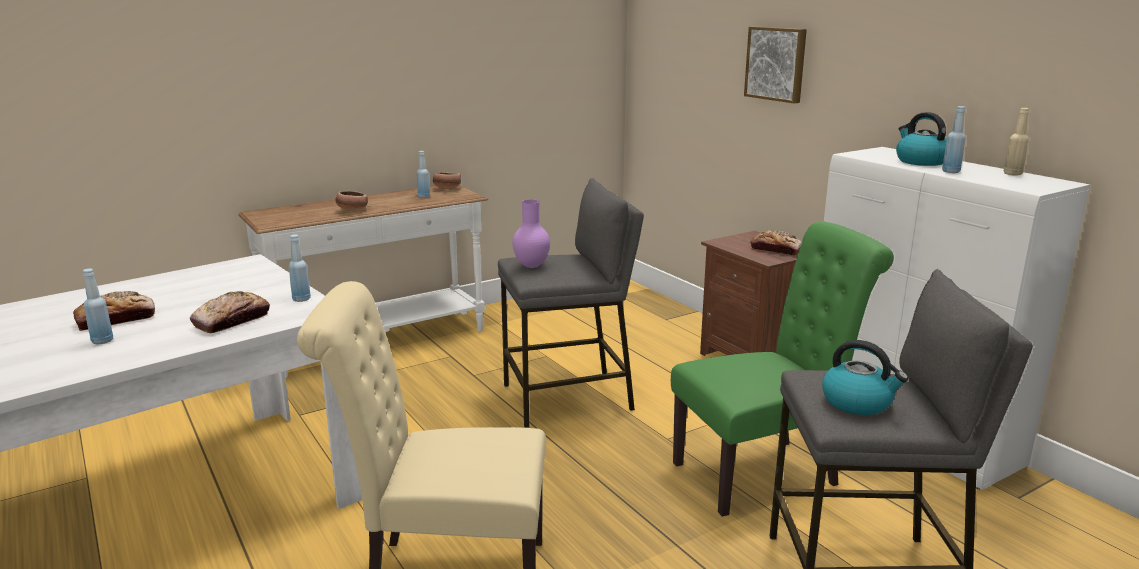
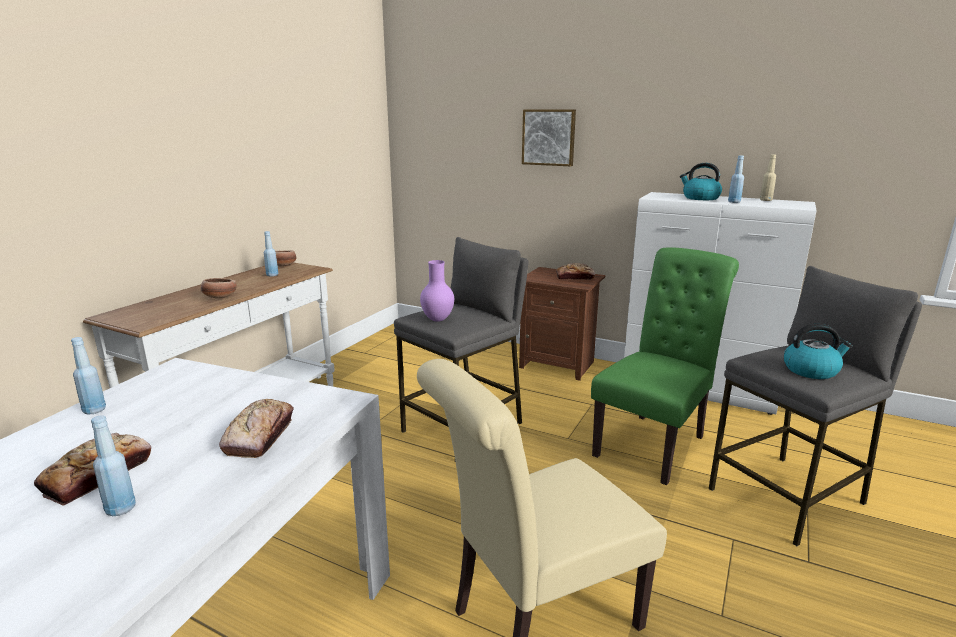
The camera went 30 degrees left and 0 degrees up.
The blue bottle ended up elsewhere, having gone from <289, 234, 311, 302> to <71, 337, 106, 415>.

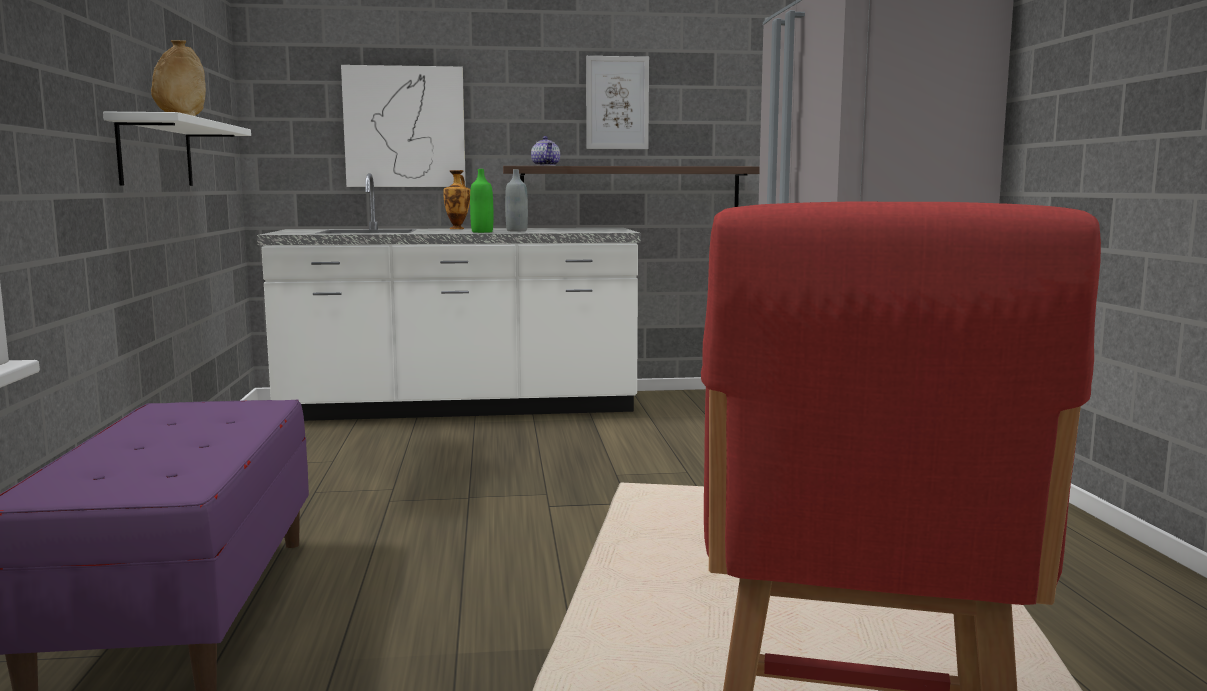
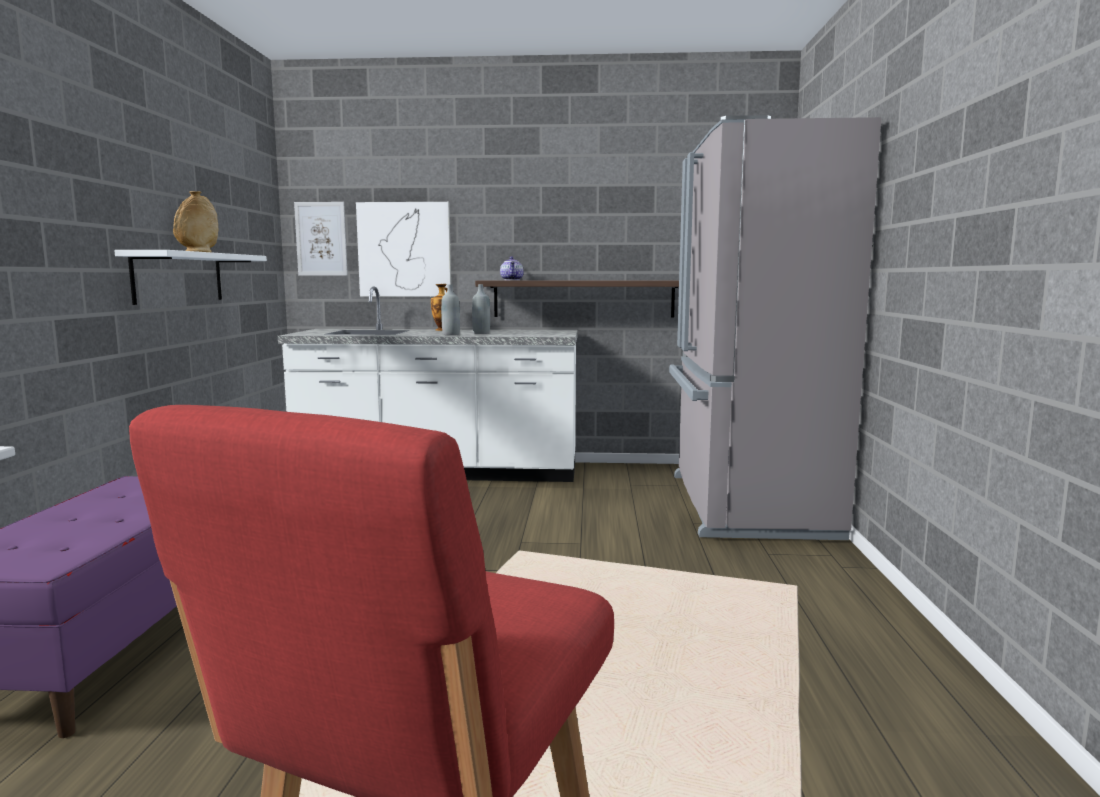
The camera went 10 degrees right and 0 degrees up.
The picture ended up elsewhere, having gone from <586, 56, 649, 149> to <294, 202, 348, 276>.
What was the green bottle at <470, 169, 493, 233> turned into the grey bottle at <441, 284, 460, 335>.

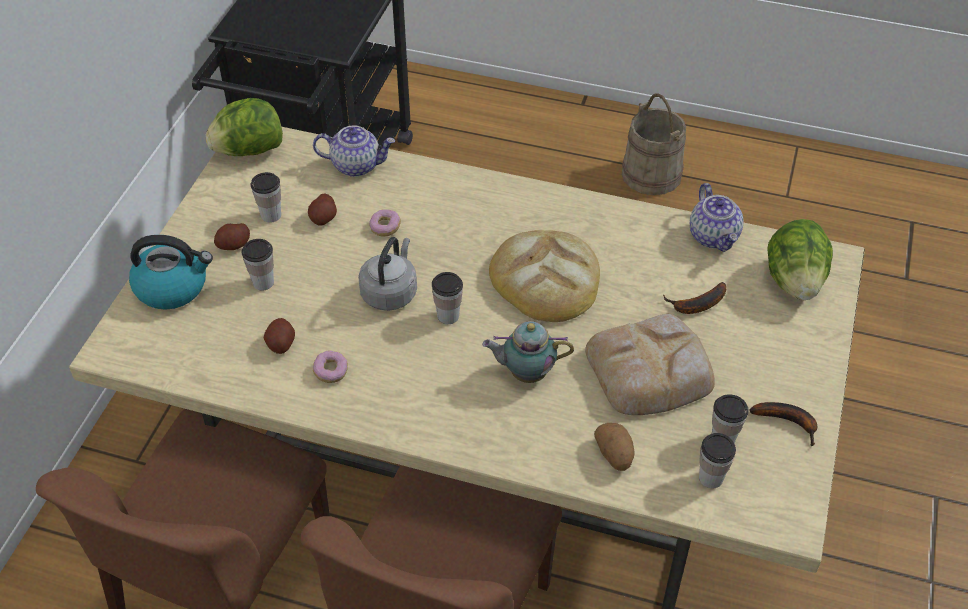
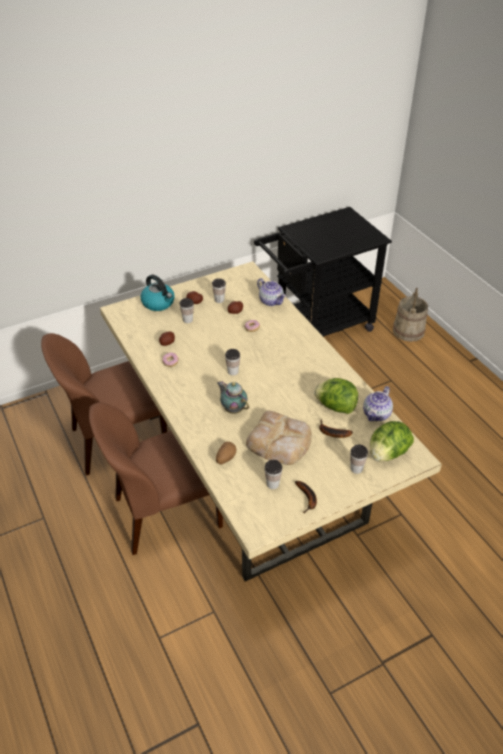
The camera went 45 degrees right and 5 degrees down.
The second view lost the grey kettle at <358, 237, 417, 311>.
The second view lost the bread at <489, 230, 600, 322>.
The lettuce ended up elsewhere, having gone from <206, 98, 283, 156> to <314, 378, 358, 414>.
The beige bucket ended up elsewhere, having gone from <622, 94, 686, 195> to <393, 288, 428, 342>.
The cup ended up elsewhere, having gone from <699, 433, 736, 488> to <350, 444, 368, 474>.

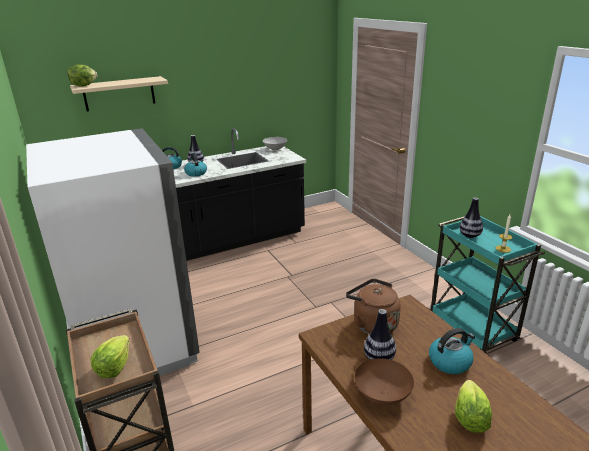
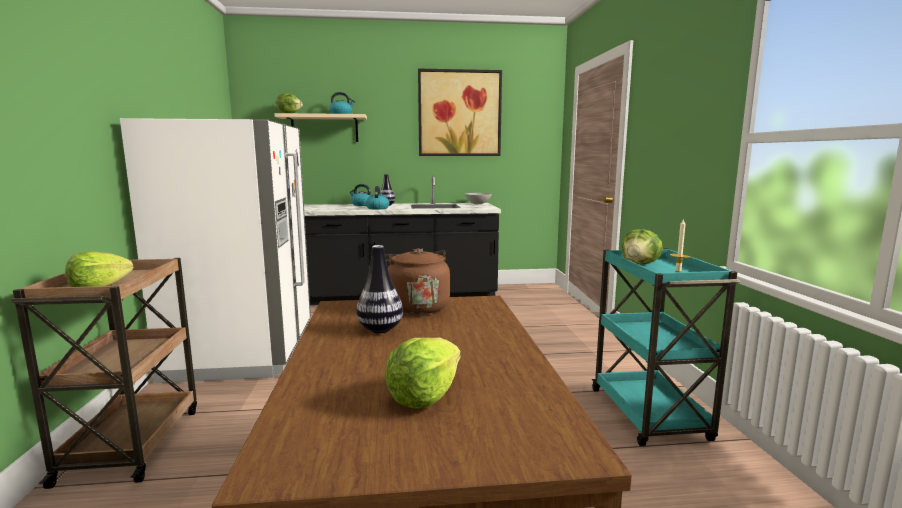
The camera went 20 degrees right and 15 degrees down.
The second view lost the brown bowl at <355, 358, 414, 405>.
The second view gained the picture at <418, 69, 502, 156>.
The kettle ended up elsewhere, having gone from <429, 328, 475, 374> to <329, 92, 355, 114>.
Where the vase stood at <460, 197, 483, 238>, the lettuce came to stand at <622, 229, 663, 264>.

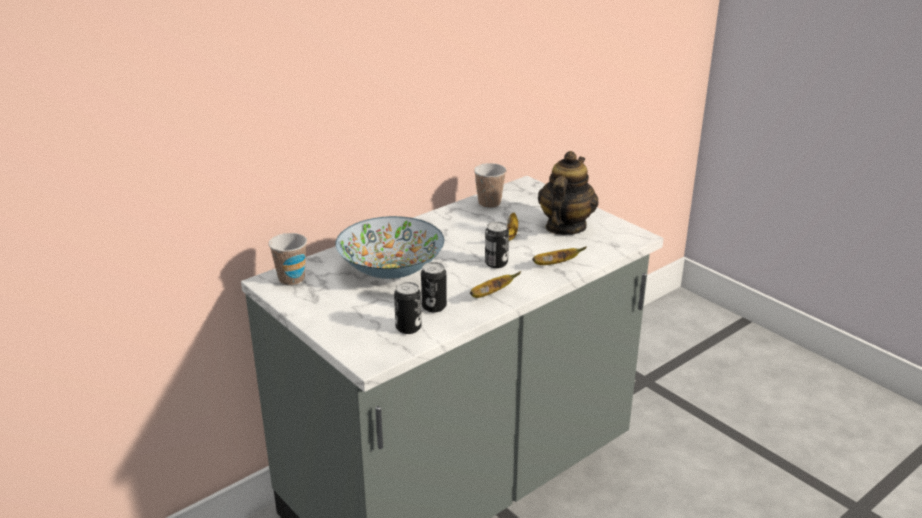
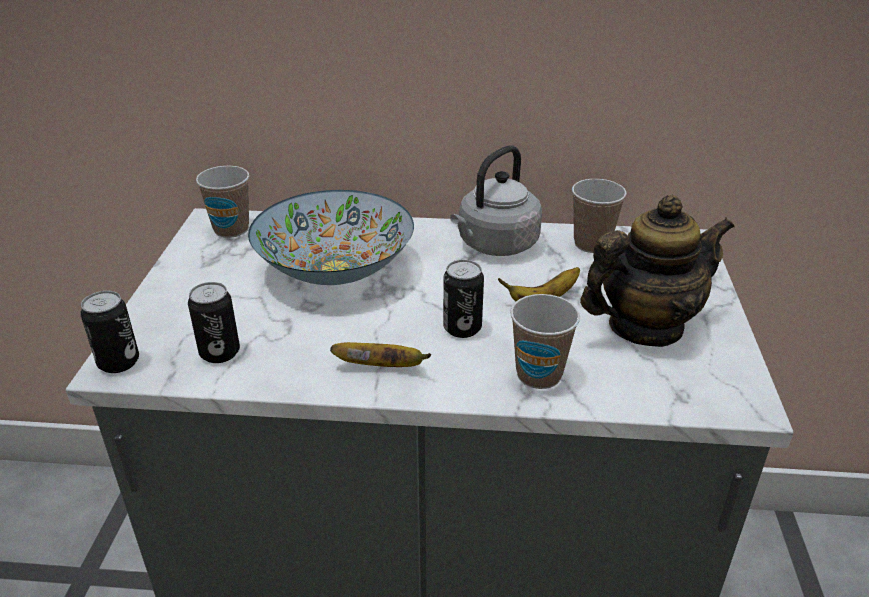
The camera went 45 degrees right and 5 degrees up.
The second view gained the grey kettle at <450, 145, 542, 256>.
The can ended up elsewhere, having gone from <421, 262, 447, 312> to <80, 291, 139, 373>.
Where the banana stood at <532, 246, 587, 265>, the cup came to stand at <510, 294, 580, 389>.

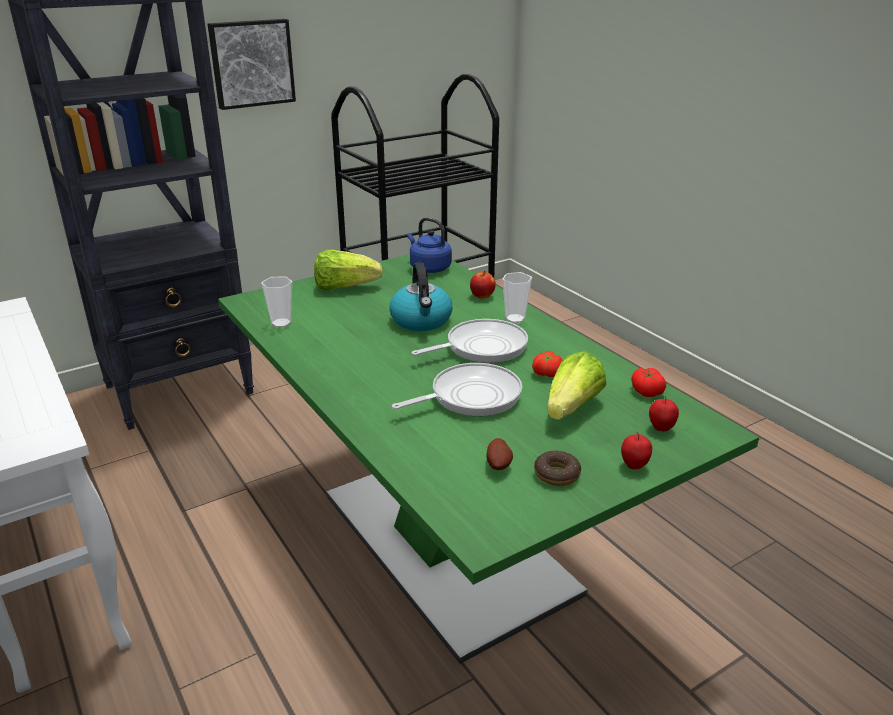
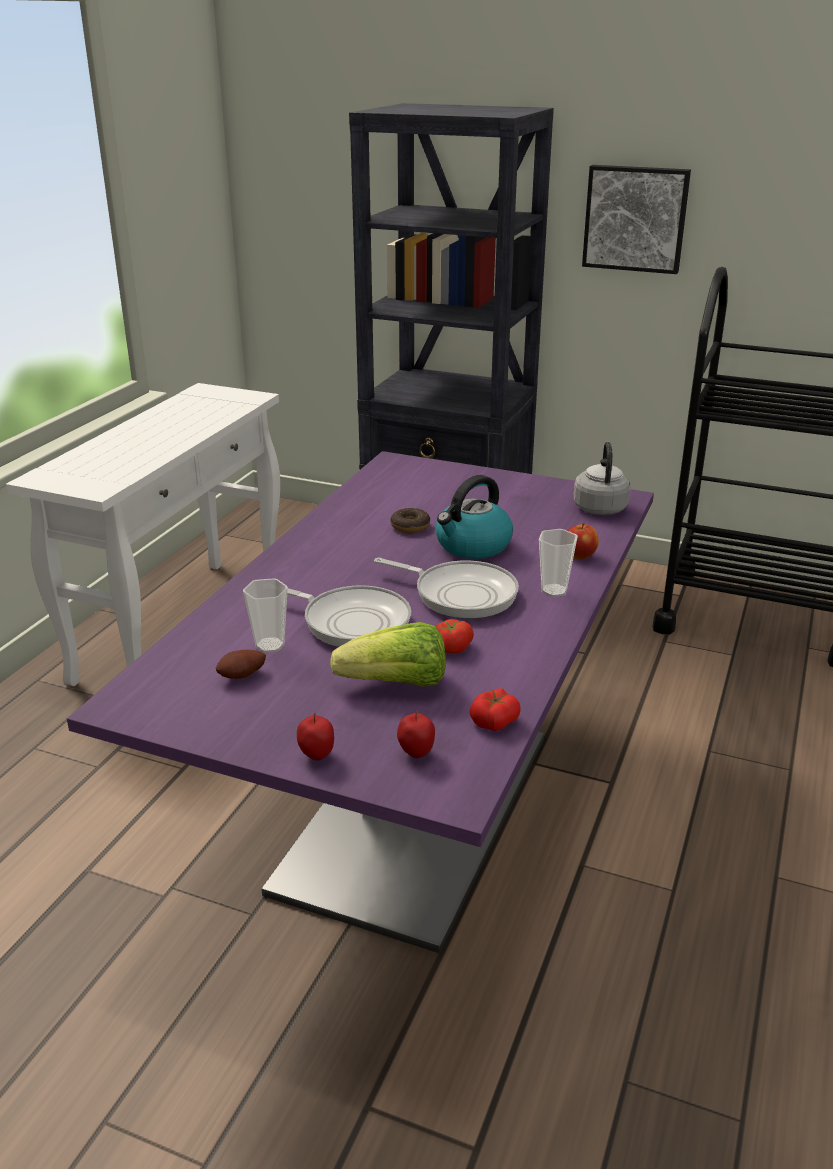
The camera went 55 degrees right and 0 degrees up.
The second view lost the lettuce at <314, 249, 383, 290>.
The cup ended up elsewhere, having gone from <261, 276, 292, 327> to <243, 578, 288, 653>.
The donut ended up elsewhere, having gone from <534, 450, 581, 486> to <391, 508, 430, 533>.
What was the green dining table at <218, 254, 759, 664> turned into the purple dining table at <67, 451, 654, 953>.
What was the blue kettle at <407, 217, 452, 273> turned into the grey kettle at <573, 442, 631, 515>.

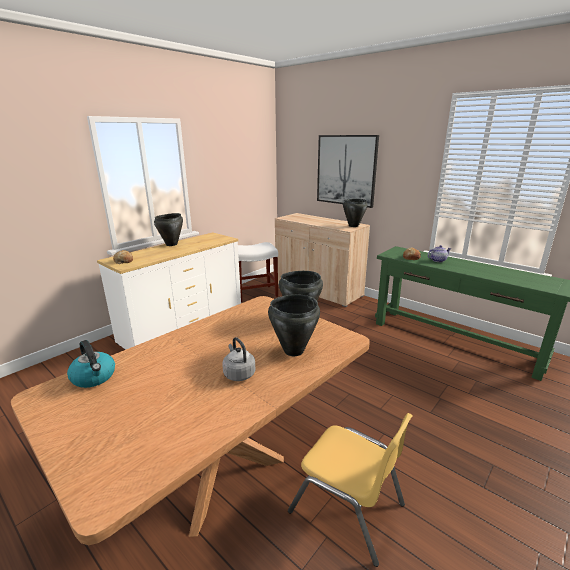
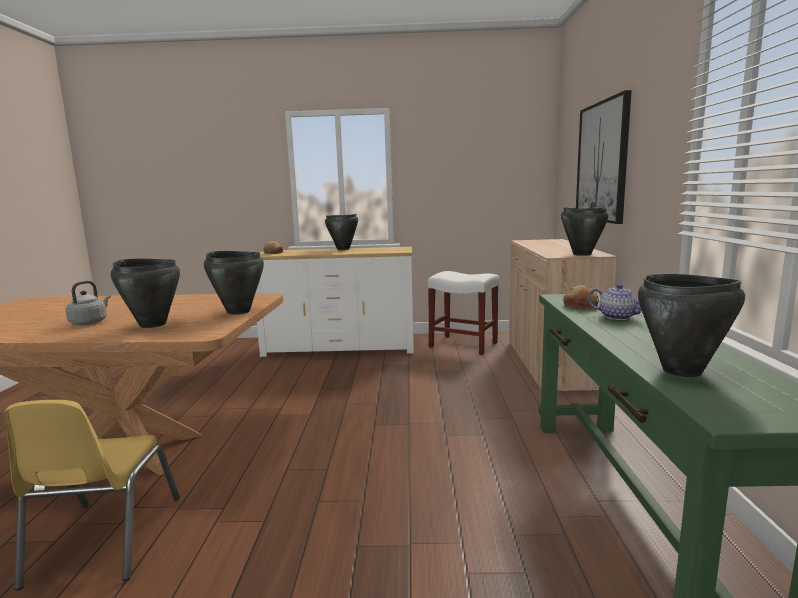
The camera went 50 degrees right and 10 degrees down.
The second view lost the kettle at <67, 340, 115, 388>.
The second view gained the black cooking pot at <638, 274, 745, 377>.

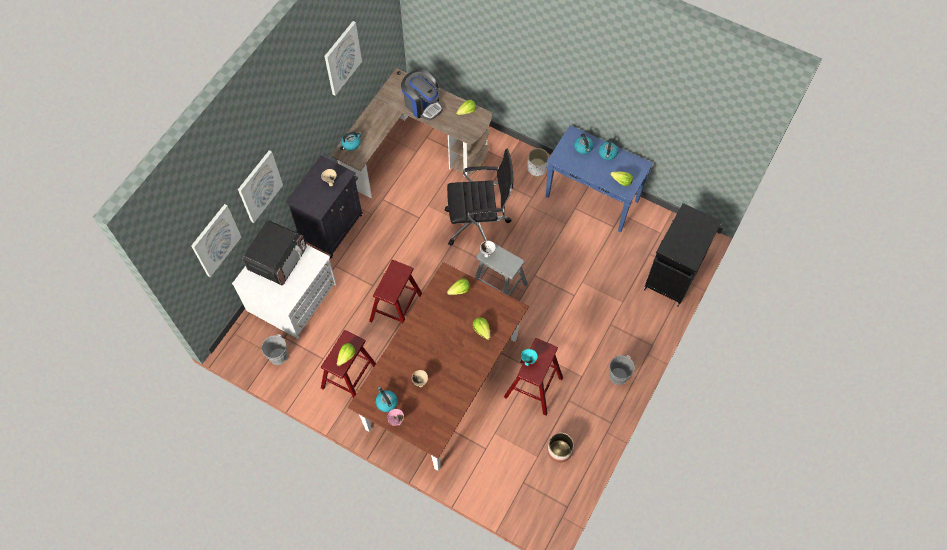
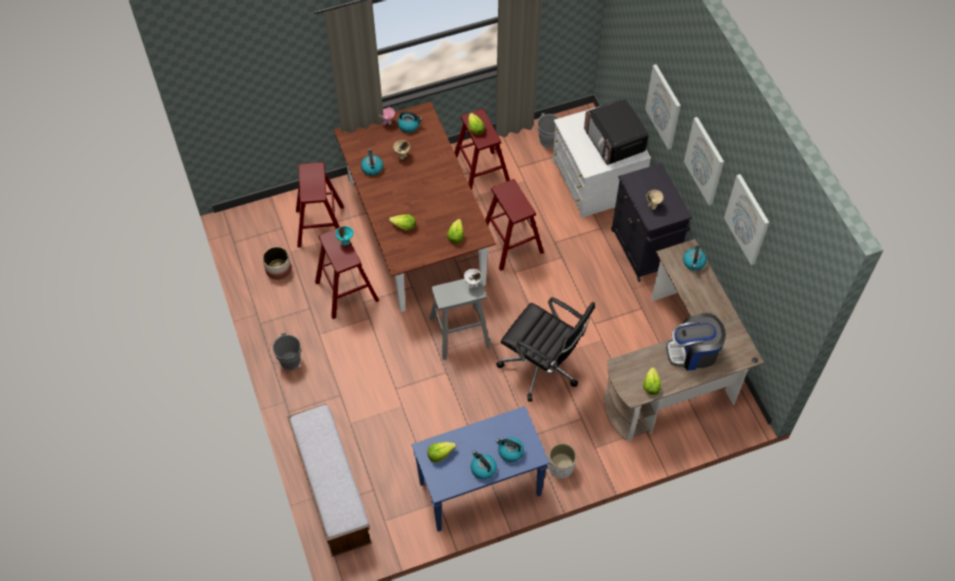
The camera went 130 degrees right and 5 degrees down.
The second view gained the red stool at <296, 162, 344, 248>.
The second view gained the kettle at <361, 149, 383, 176>.
The picture ended up elsewhere, having gone from <191, 204, 241, 277> to <684, 117, 724, 205>.
Where the black cabinet stood at <644, 203, 722, 307>, the bench came to stand at <287, 404, 372, 557>.
The black office chair at <445, 149, 513, 246> ended up facing another way, 90 degrees counterclockwise from before.

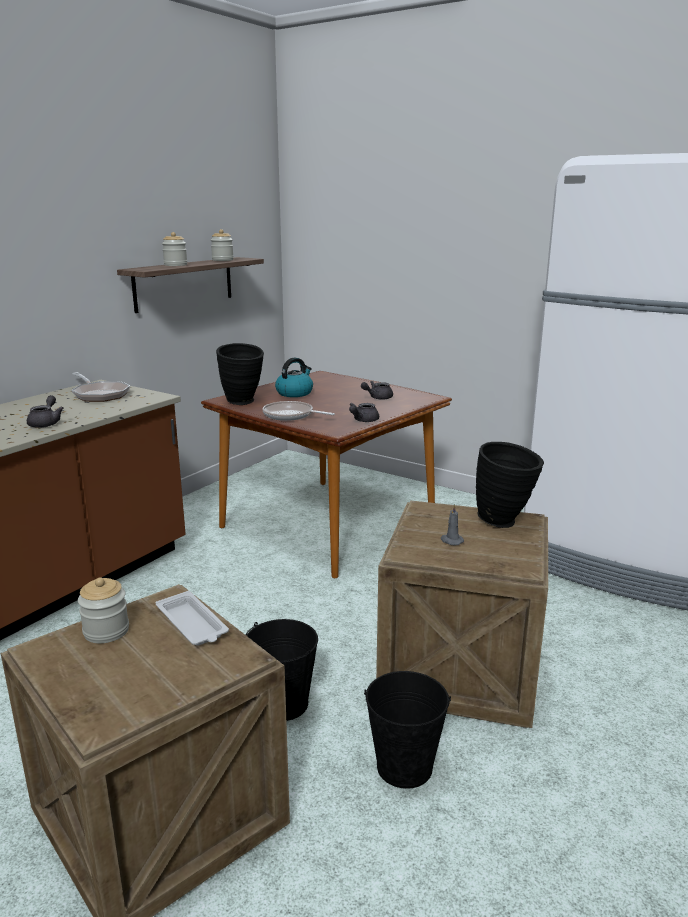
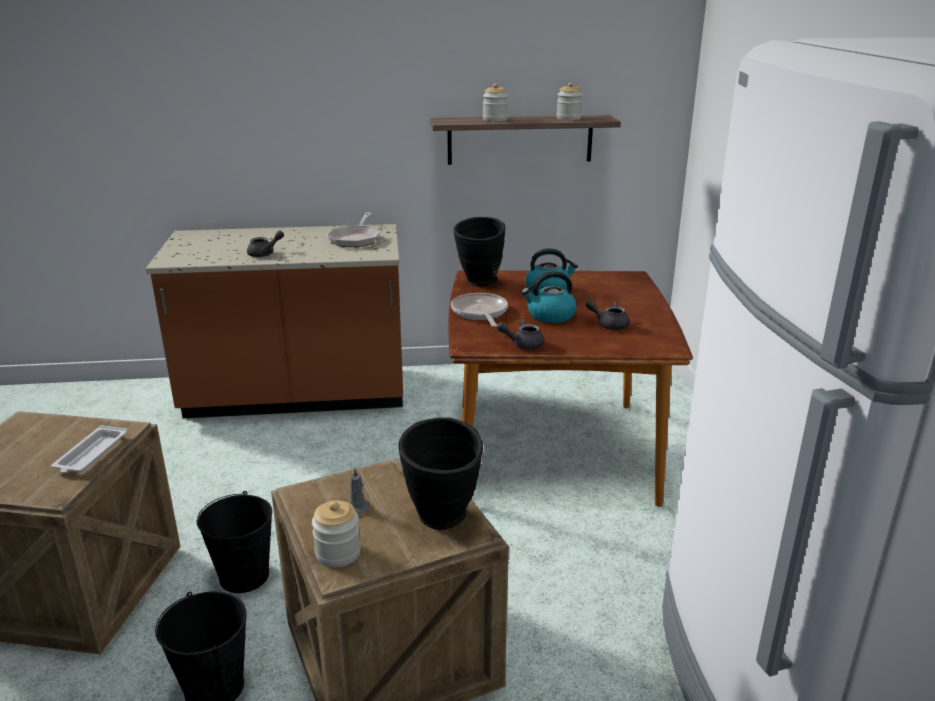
The camera went 50 degrees right and 5 degrees up.
The second view gained the kettle at <522, 271, 577, 323>.
The jar ended up elsewhere, having gone from <78, 577, 129, 643> to <312, 500, 361, 567>.

